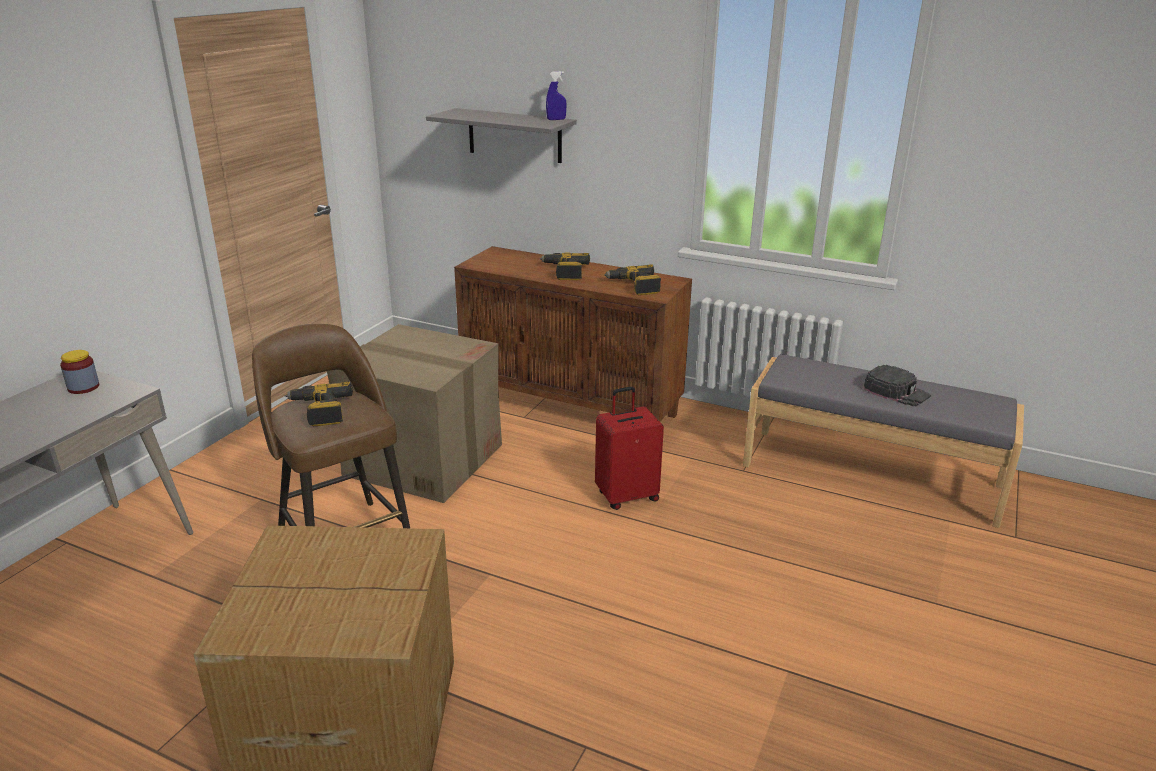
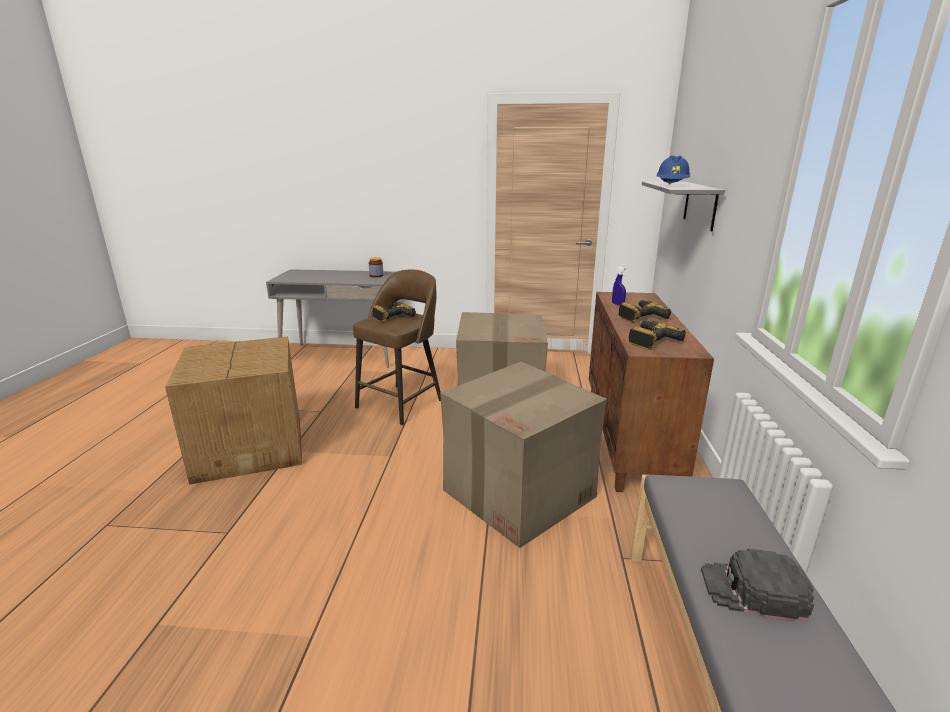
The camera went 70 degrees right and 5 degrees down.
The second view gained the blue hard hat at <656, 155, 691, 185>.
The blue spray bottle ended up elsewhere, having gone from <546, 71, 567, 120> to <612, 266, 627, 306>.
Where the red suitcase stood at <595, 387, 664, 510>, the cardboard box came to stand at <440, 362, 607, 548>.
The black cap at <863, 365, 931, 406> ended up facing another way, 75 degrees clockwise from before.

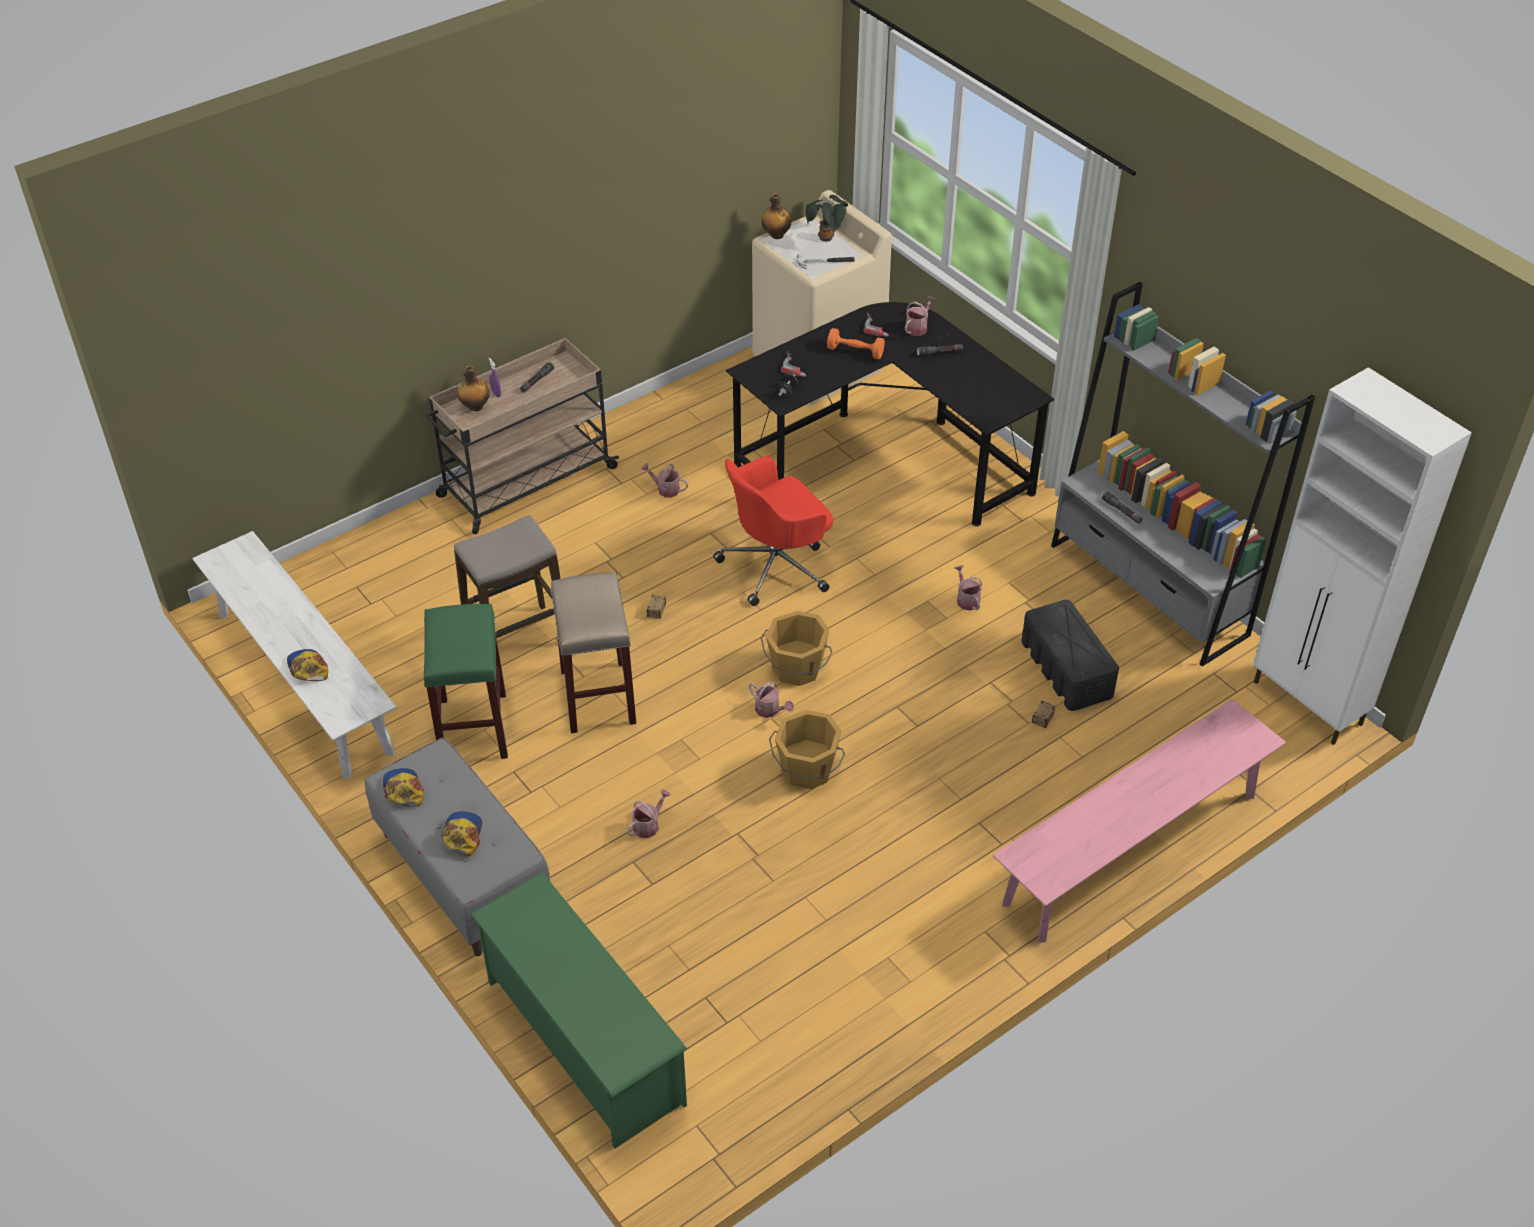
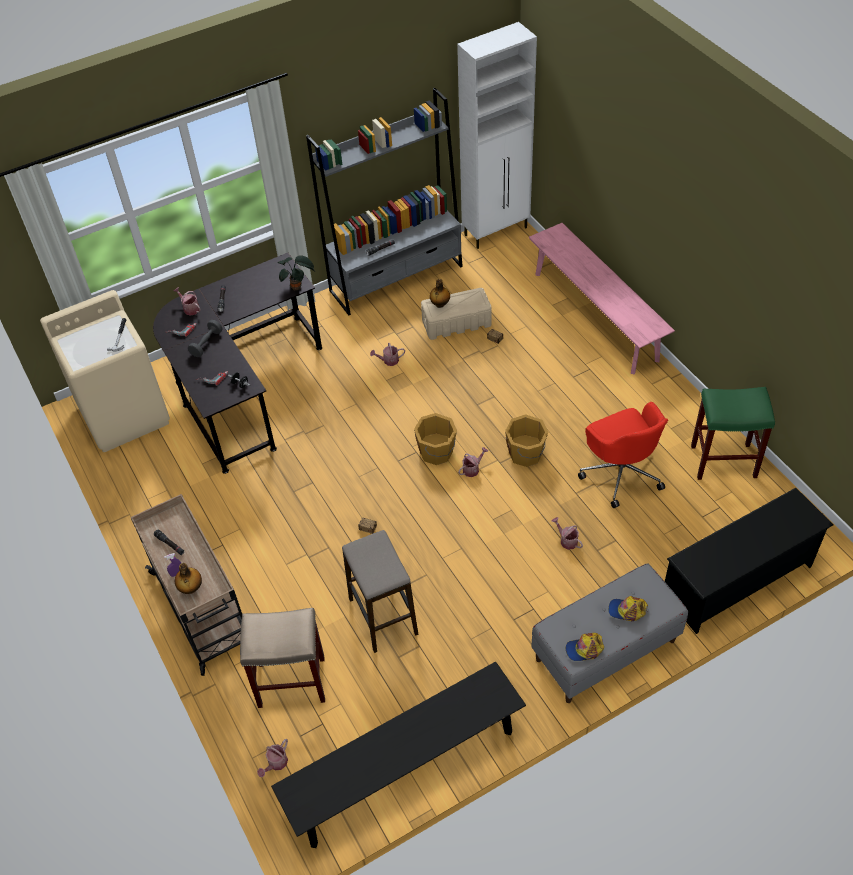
The camera went 80 degrees left and 5 degrees up.
The second view lost the cap at <287, 649, 328, 681>.
The green stool ended up elsewhere, having gone from <424, 604, 508, 759> to <691, 387, 775, 480>.
The beige stool ended up elsewhere, having gone from <551, 572, 636, 733> to <240, 608, 325, 708>.
The watering can ended up elsewhere, having gone from <641, 463, 688, 498> to <257, 739, 288, 777>.
The red office chair ended up elsewhere, having gone from <713, 456, 833, 606> to <578, 402, 668, 508>.
The bottle ended up elsewhere, having gone from <762, 193, 791, 239> to <430, 279, 450, 308>.
The potted plant ended up elsewhere, having gone from <806, 195, 848, 242> to <278, 255, 316, 291>.
What was the white bench at <192, 531, 397, 779> turned into the black bench at <271, 661, 526, 848>.
What was the green shoe rack at <470, 873, 687, 1149> turned into the black shoe rack at <665, 488, 833, 634>.
What was the orange dumbbell at <827, 328, 885, 359> turned into the grey dumbbell at <188, 320, 223, 357>.
What was the black storage box at <1021, 600, 1119, 711> turned into the beige storage box at <421, 288, 492, 340>.

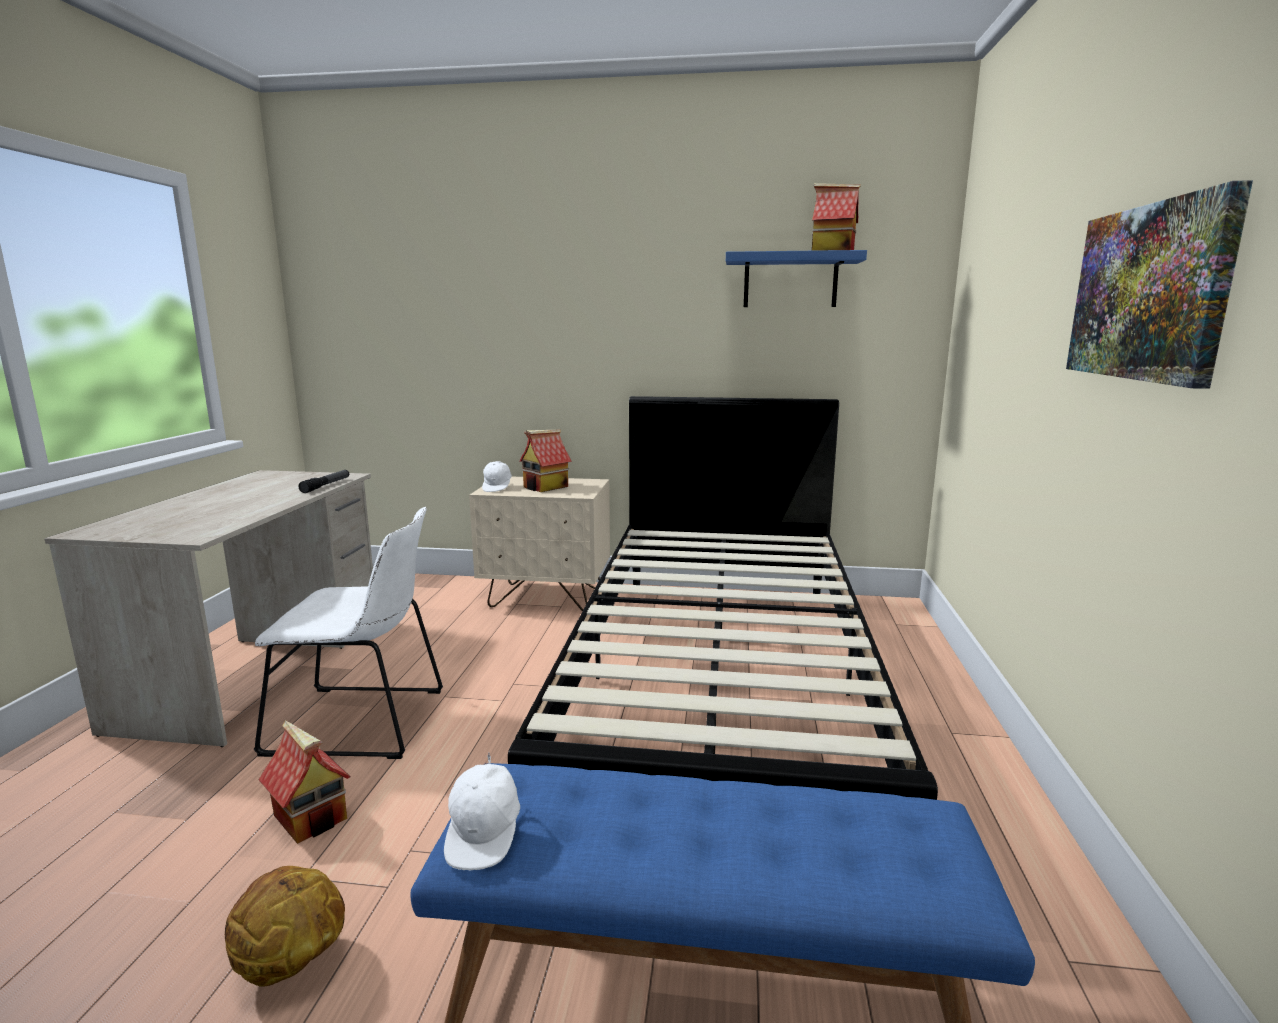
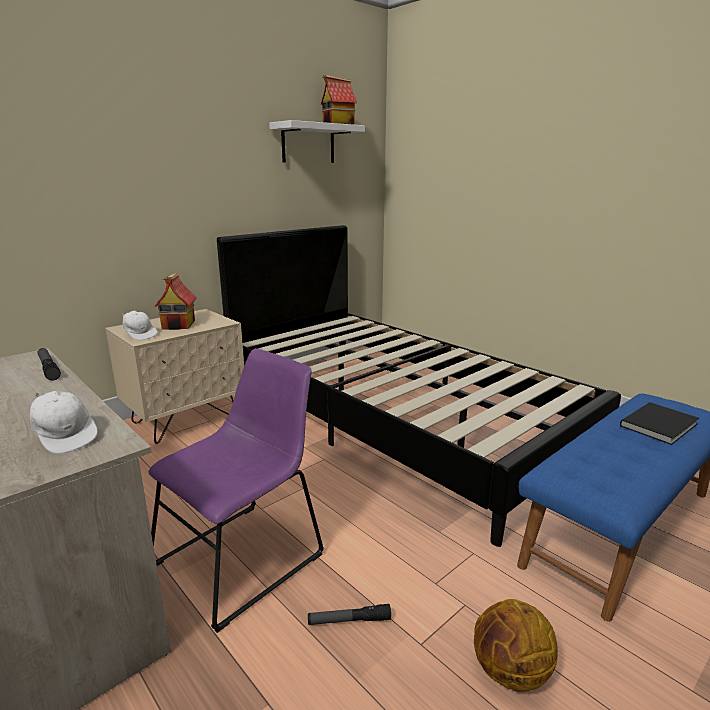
The camera went 50 degrees left and 5 degrees up.
The second view lost the picture at <1066, 180, 1253, 389>.
The second view gained the black book at <620, 402, 699, 445>.
The white cap ended up elsewhere, having gone from <444, 752, 520, 870> to <30, 391, 98, 454>.
Where the toy house stood at <259, 720, 350, 844>, the flashlight came to stand at <308, 604, 391, 625>.
What was the white chair at <254, 507, 443, 759> turned into the purple chair at <149, 348, 324, 633>.
What was the blue shelf at <726, 250, 867, 307> turned into the white shelf at <269, 120, 365, 163>.

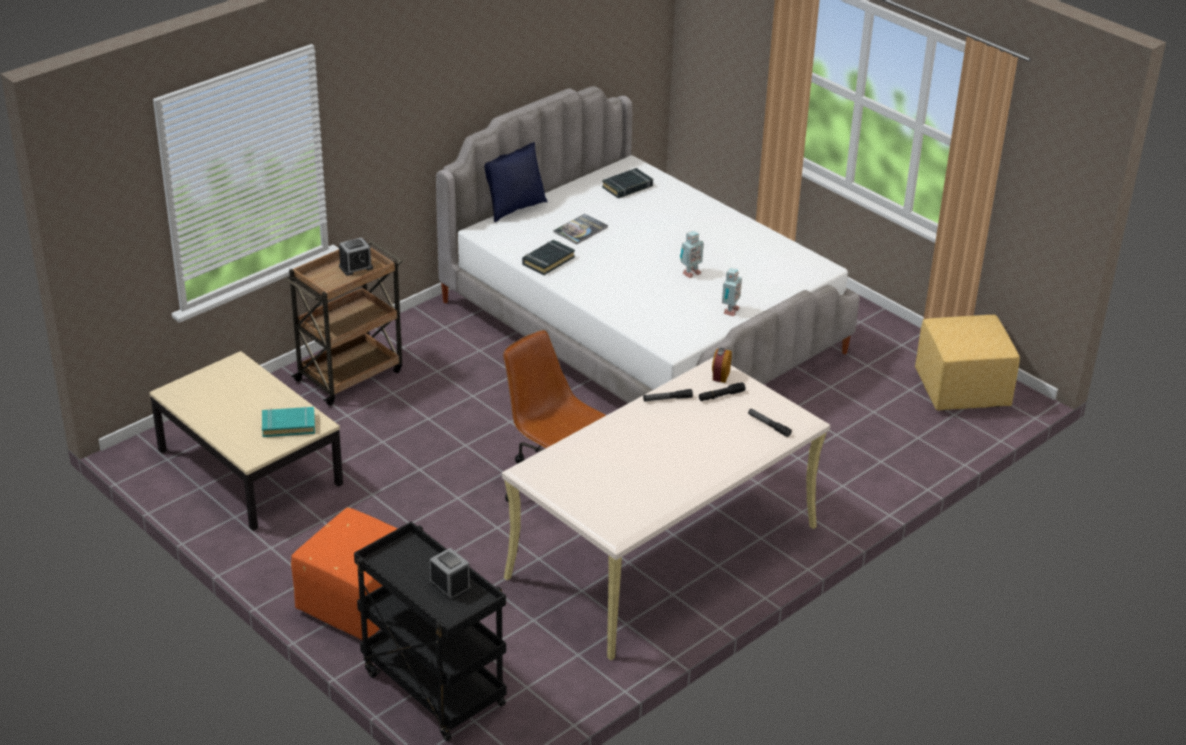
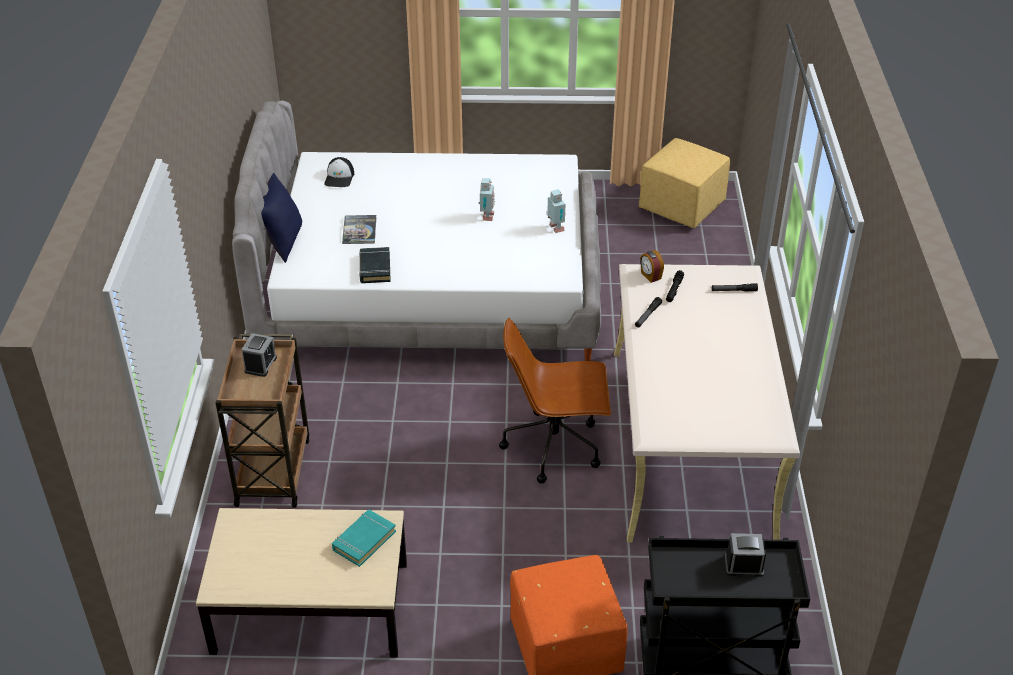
The camera went 45 degrees left and 5 degrees up.
Where the black book stood at <602, 168, 653, 198>, the cap came to stand at <324, 157, 354, 187>.

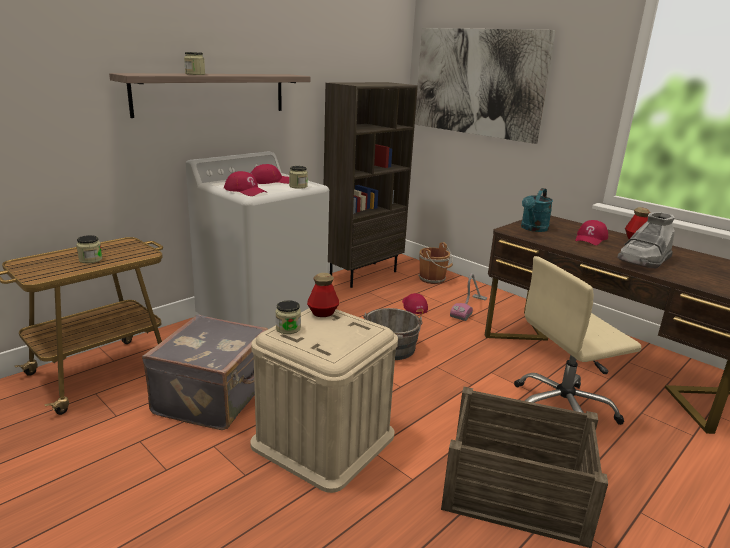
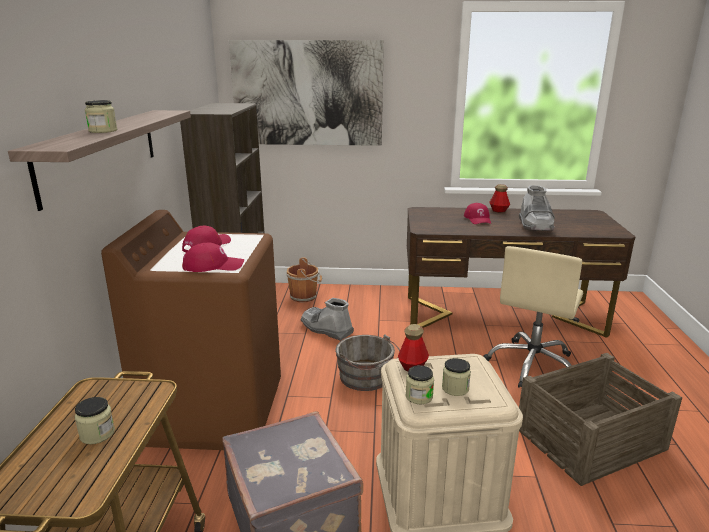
The camera went 40 degrees left and 0 degrees up.
The second view lost the vacuum cleaner at <450, 273, 487, 321>.
The second view lost the turquoise watering can at <521, 188, 553, 232>.
The jar ended up elsewhere, having gone from <289, 166, 308, 189> to <442, 358, 471, 396>.
Where the red cap stood at <402, 293, 428, 314>, the grey boot came to stand at <300, 298, 354, 341>.
What was the white washing machine at <186, 151, 329, 329> turned into the brown washing machine at <101, 210, 281, 450>.

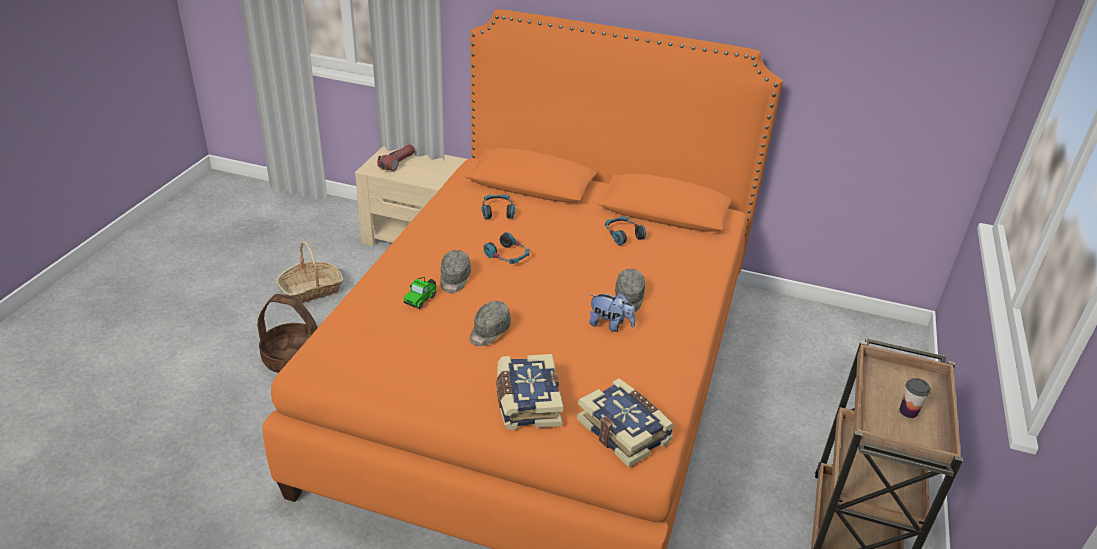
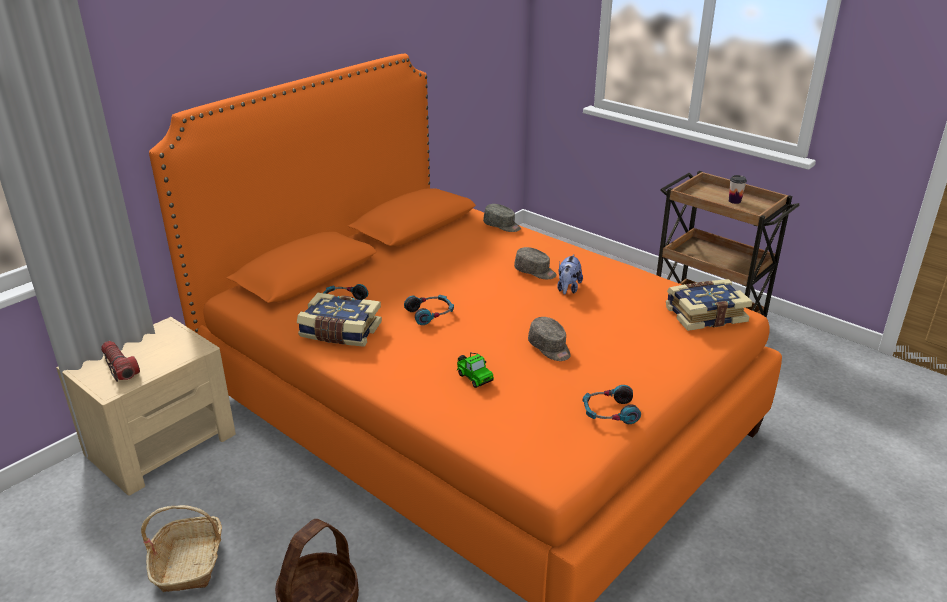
The camera went 65 degrees left and 5 degrees down.
The grey cap ended up elsewhere, having gone from <440, 250, 471, 293> to <483, 204, 521, 232>.
The book ended up elsewhere, having gone from <496, 354, 563, 430> to <297, 293, 382, 347>.
The headphones ended up elsewhere, having gone from <605, 216, 646, 245> to <582, 385, 641, 424>.
The plush toy at <589, 293, 635, 332> ended up facing another way, 150 degrees clockwise from before.

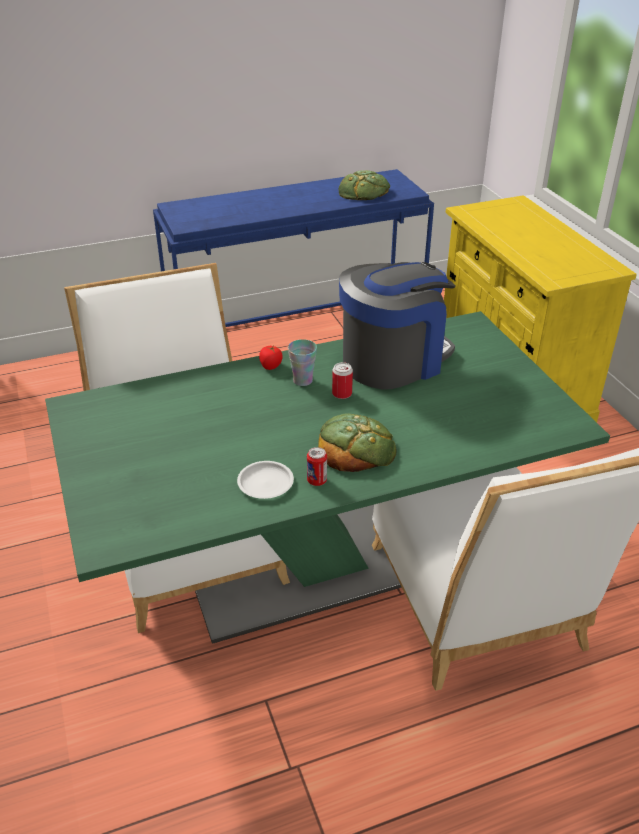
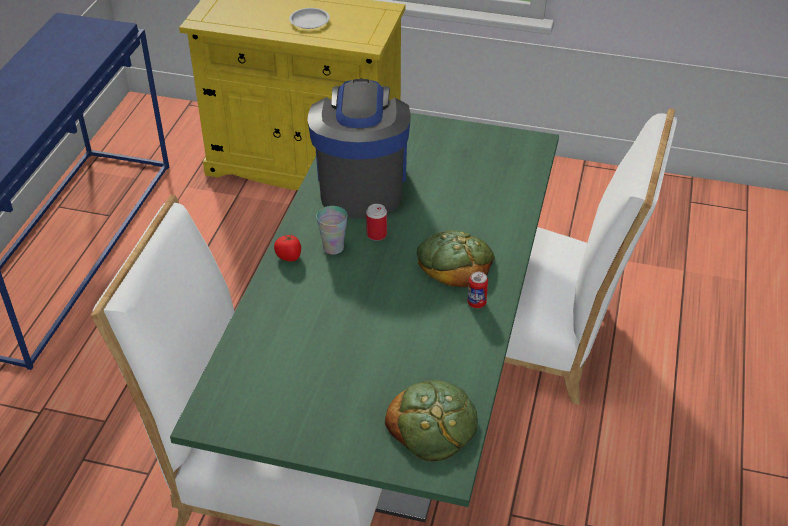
The camera went 55 degrees left and 5 degrees up.
The white plate ended up elsewhere, having gone from <237, 461, 294, 499> to <289, 8, 330, 29>.
The bread ended up elsewhere, having gone from <339, 170, 390, 200> to <385, 380, 478, 461>.

